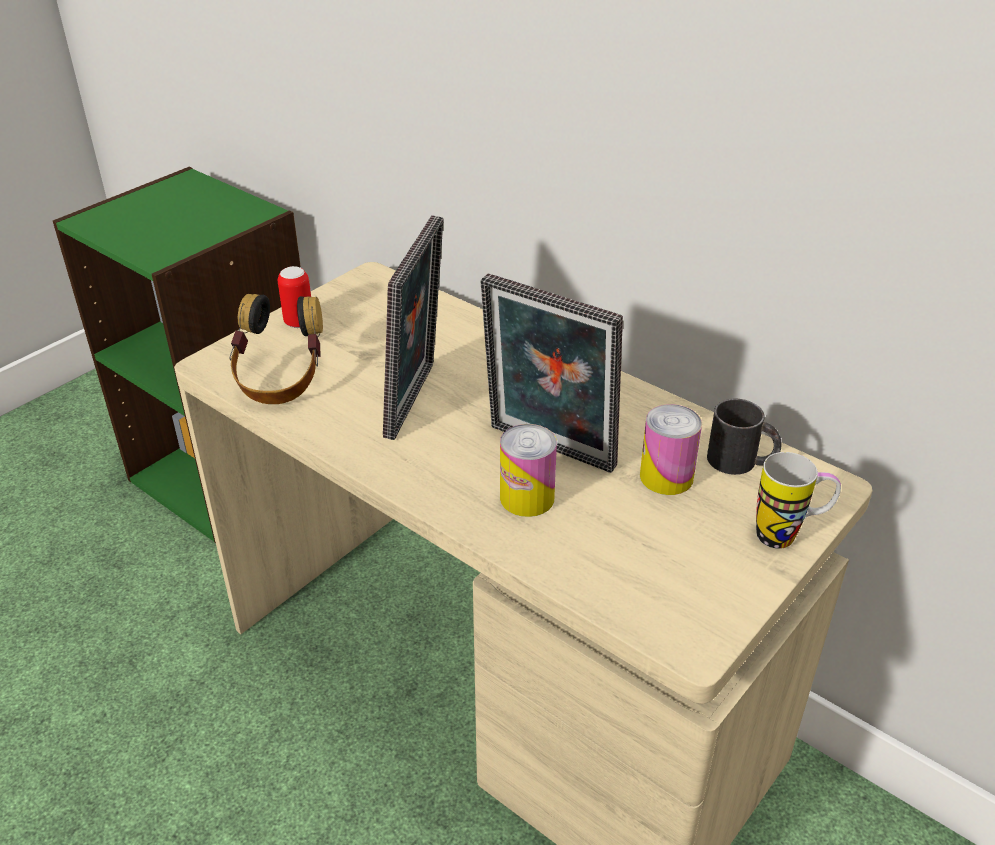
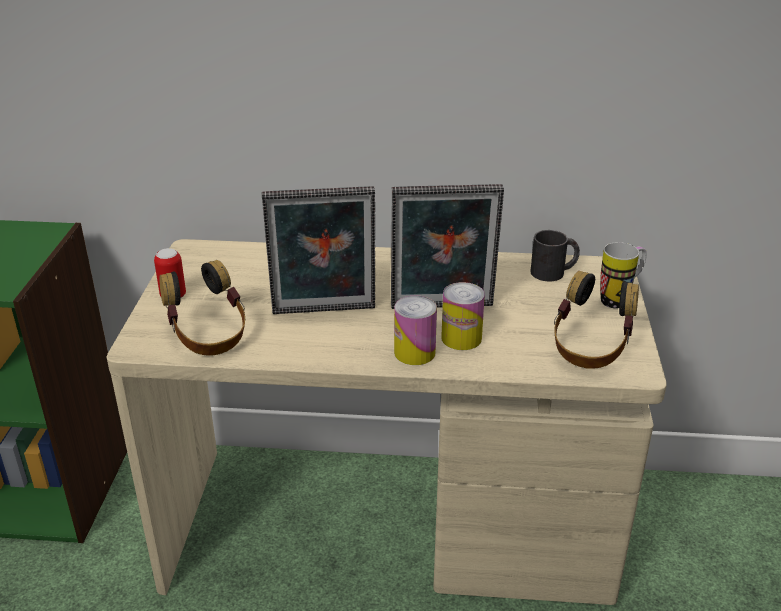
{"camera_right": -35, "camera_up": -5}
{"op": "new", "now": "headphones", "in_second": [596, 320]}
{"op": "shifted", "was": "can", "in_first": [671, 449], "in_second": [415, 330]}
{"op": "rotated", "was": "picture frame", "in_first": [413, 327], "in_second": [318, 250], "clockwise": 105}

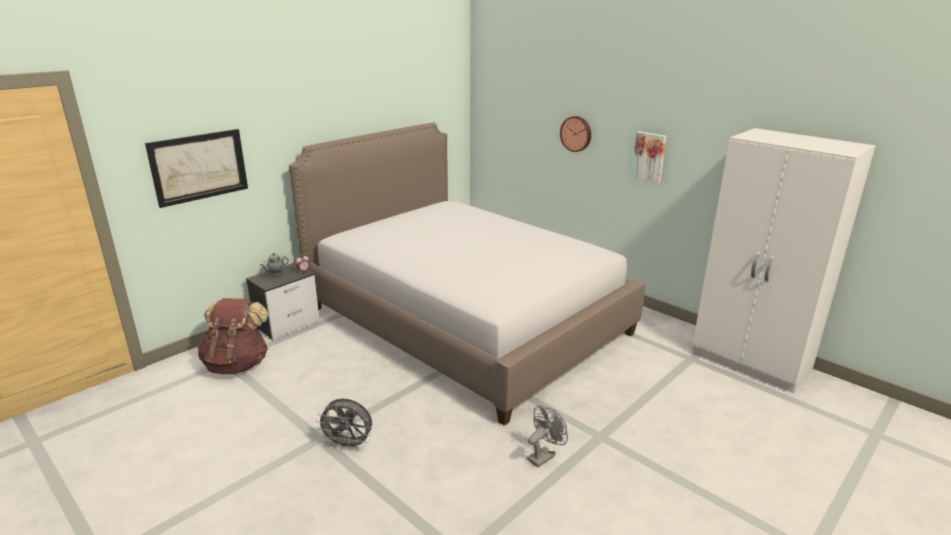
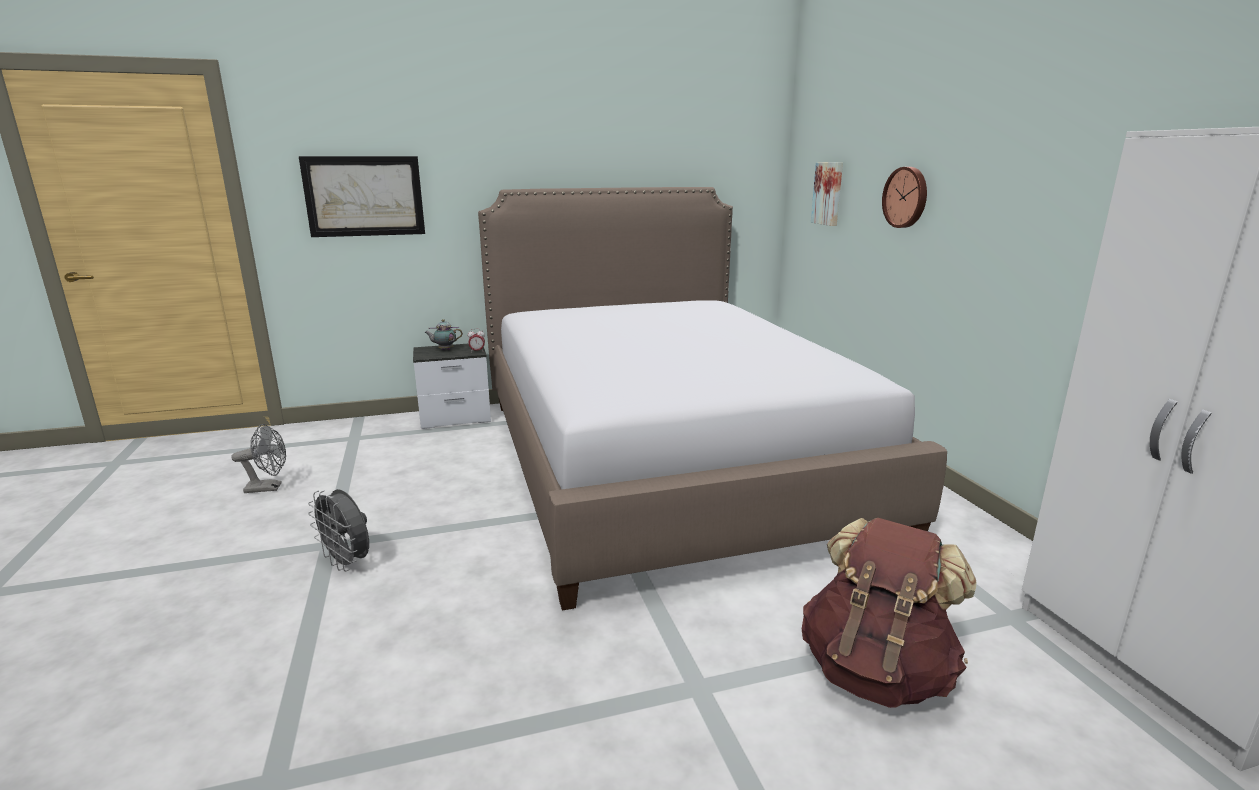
{"camera_right": 30, "camera_up": -5}
{"op": "shifted", "was": "brown backpack", "in_first": [233, 336], "in_second": [889, 613]}
{"op": "shifted", "was": "grey fan", "in_first": [547, 436], "in_second": [258, 458]}
{"op": "shifted", "was": "picture", "in_first": [649, 157], "in_second": [827, 194]}

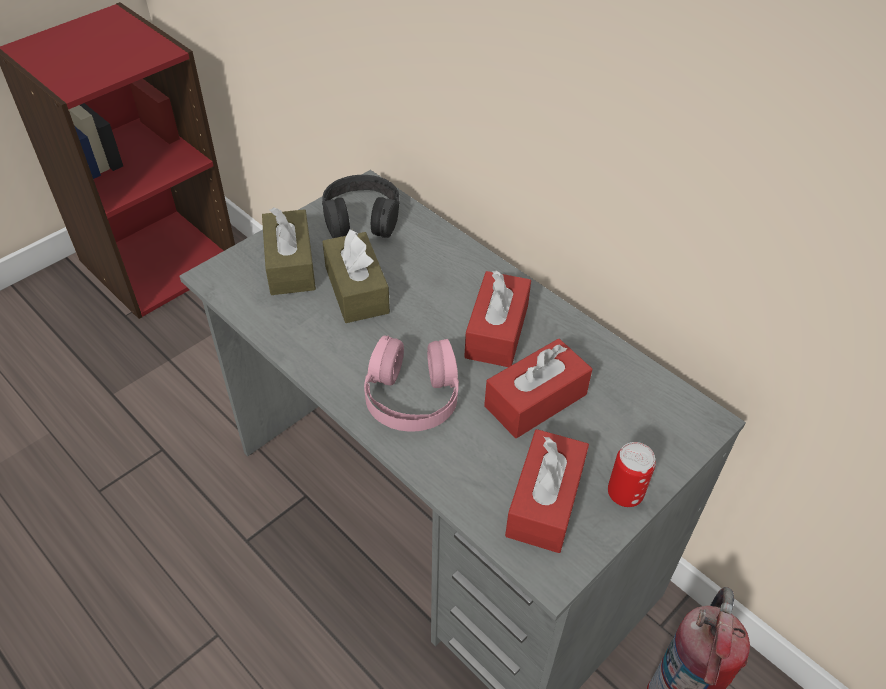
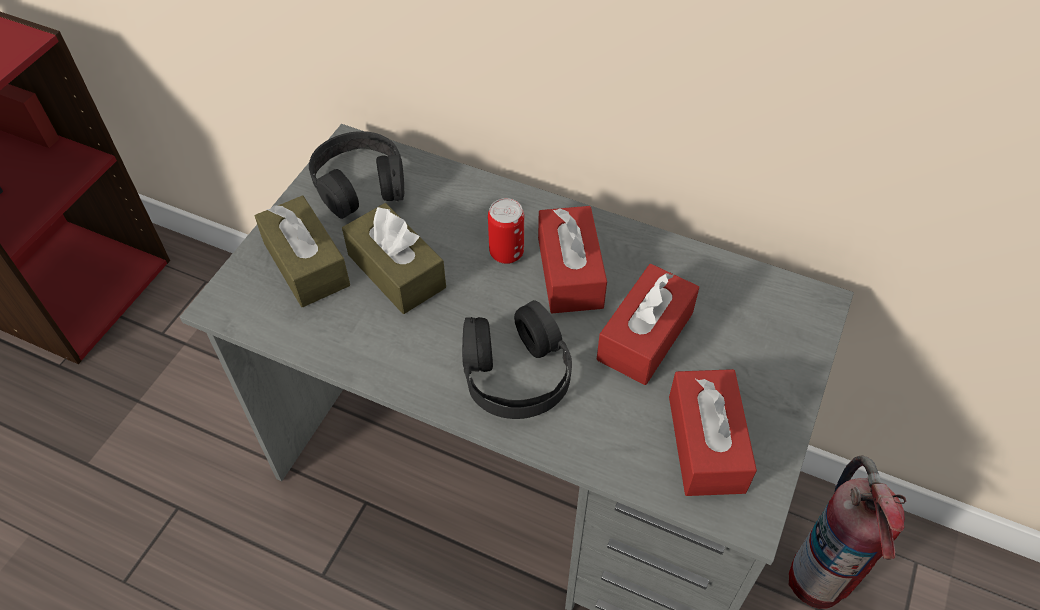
{"camera_right": -20, "camera_up": 5}
{"op": "shifted", "was": "can", "in_first": [632, 474], "in_second": [506, 231]}
{"op": "repainted", "was": "pink headphones", "now": "black headphones", "in_first": [411, 383], "in_second": [517, 359]}

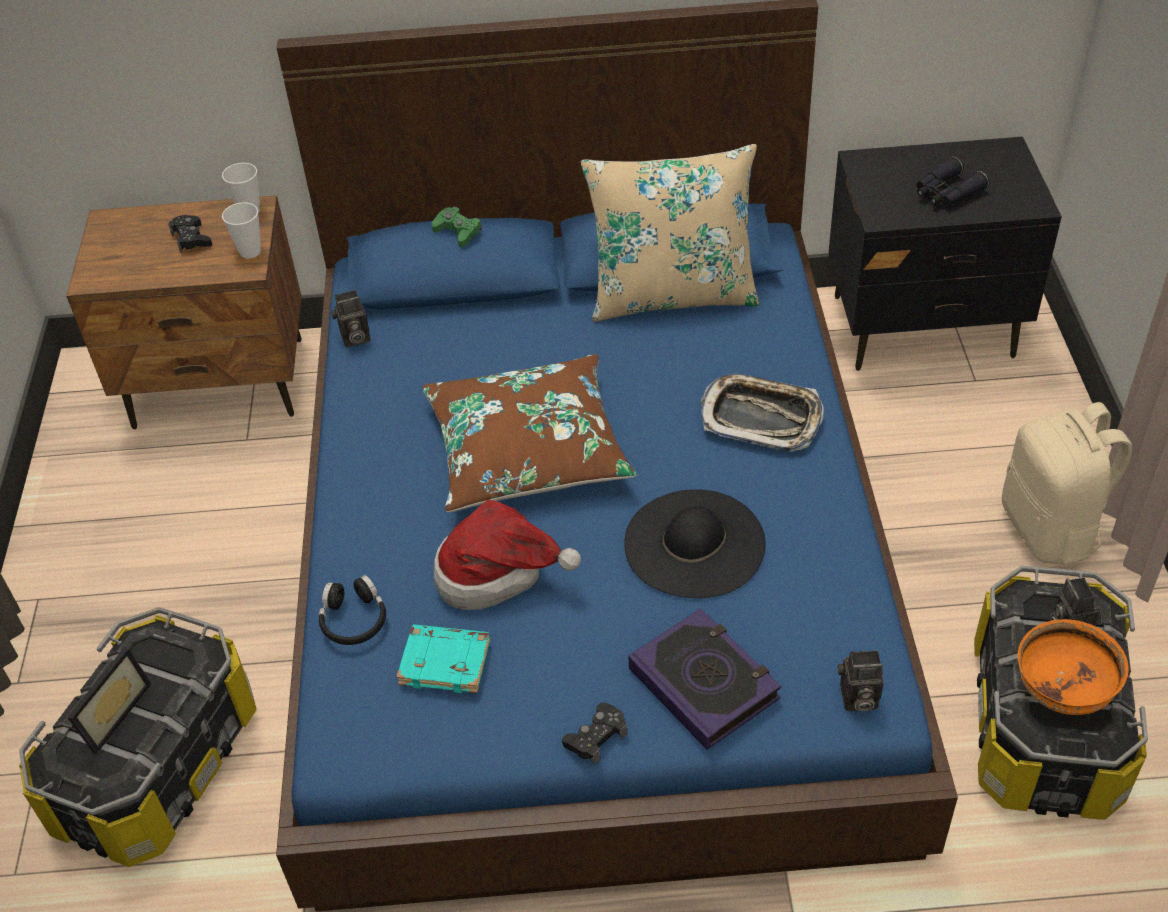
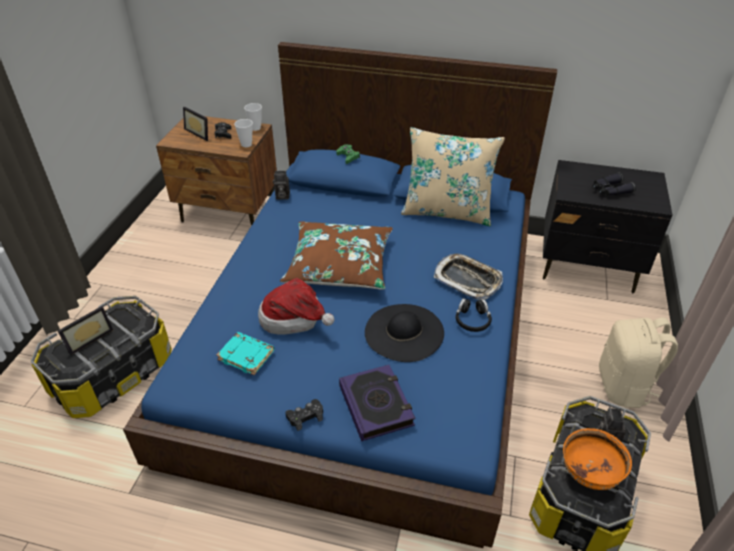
{"camera_right": 15, "camera_up": -5}
{"op": "gone", "was": "photo camera", "in_first": [860, 680]}
{"op": "new", "now": "picture frame", "in_second": [195, 124]}
{"op": "shifted", "was": "black headphones", "in_first": [352, 610], "in_second": [474, 315]}

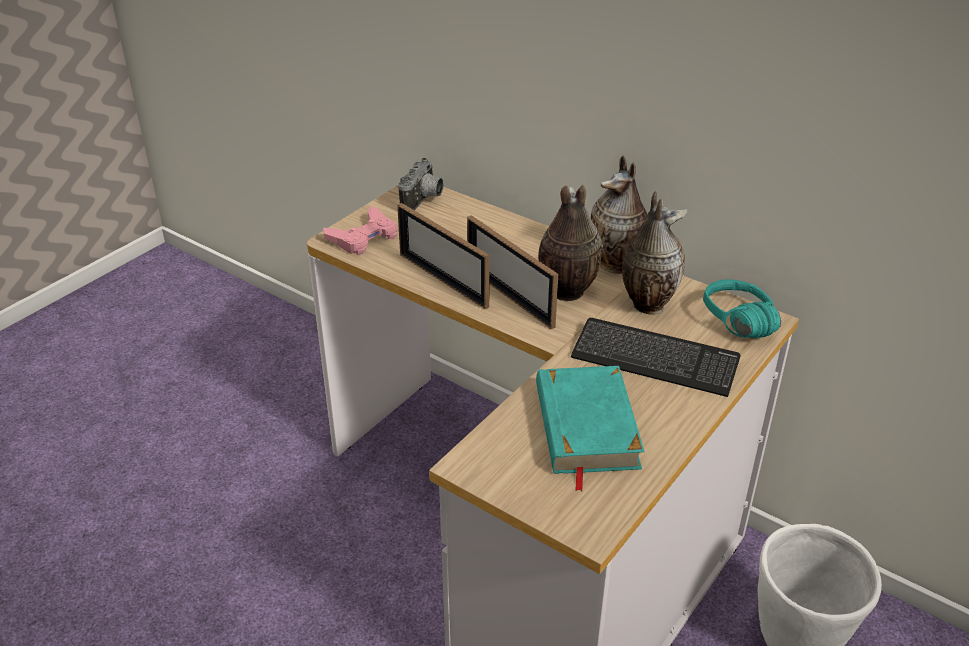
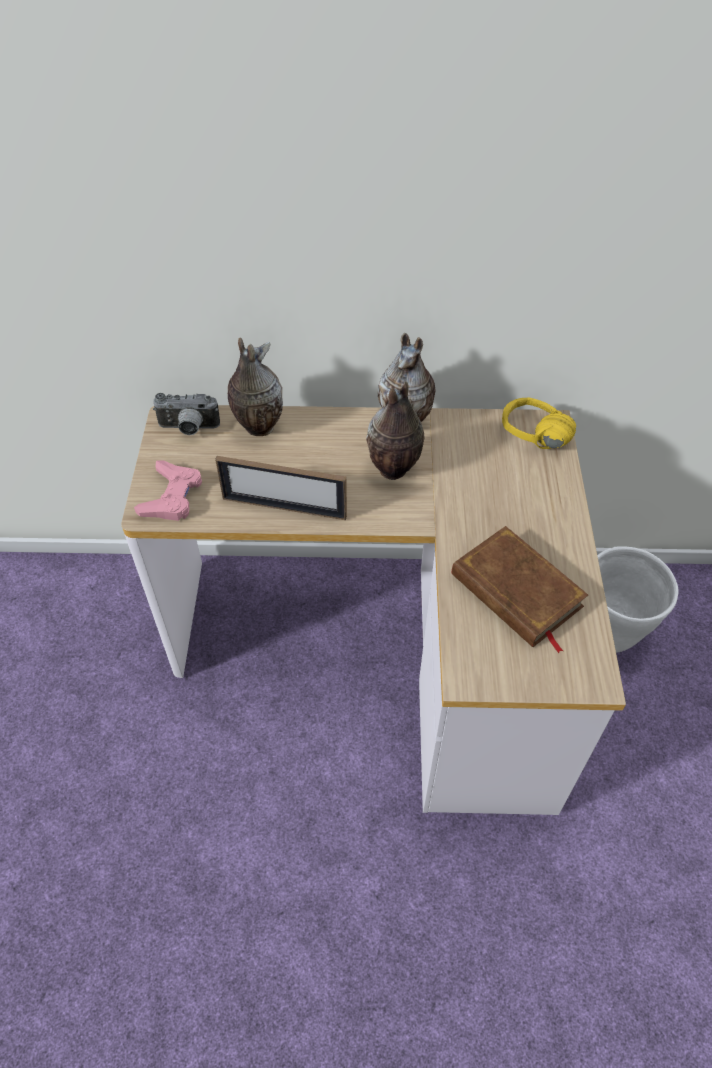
{"camera_right": -35, "camera_up": 15}
{"op": "gone", "was": "picture frame", "in_first": [512, 272]}
{"op": "gone", "was": "keyboard", "in_first": [655, 357]}
{"op": "shifted", "was": "vase", "in_first": [655, 253], "in_second": [255, 387]}
{"op": "repainted", "was": "turquoise book", "now": "brown book", "in_first": [590, 428], "in_second": [520, 589]}
{"op": "repainted", "was": "turquoise headphones", "now": "yellow headphones", "in_first": [742, 308], "in_second": [539, 423]}
{"op": "rotated", "was": "photo camera", "in_first": [421, 184], "in_second": [186, 414], "clockwise": 105}

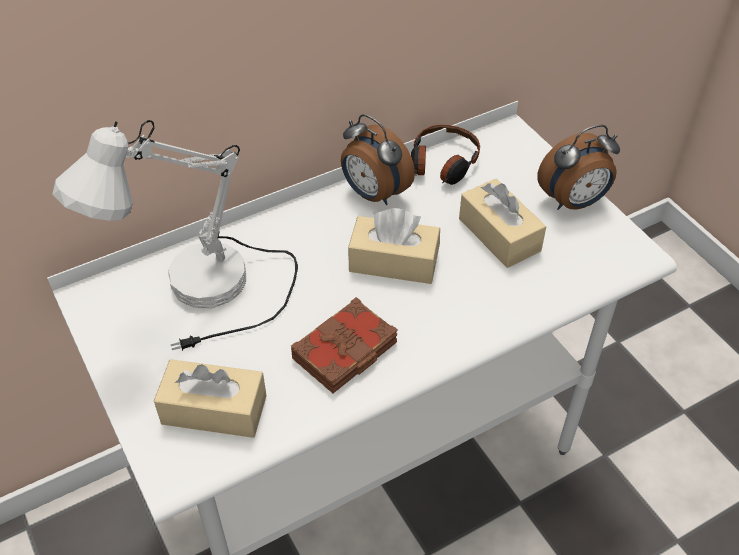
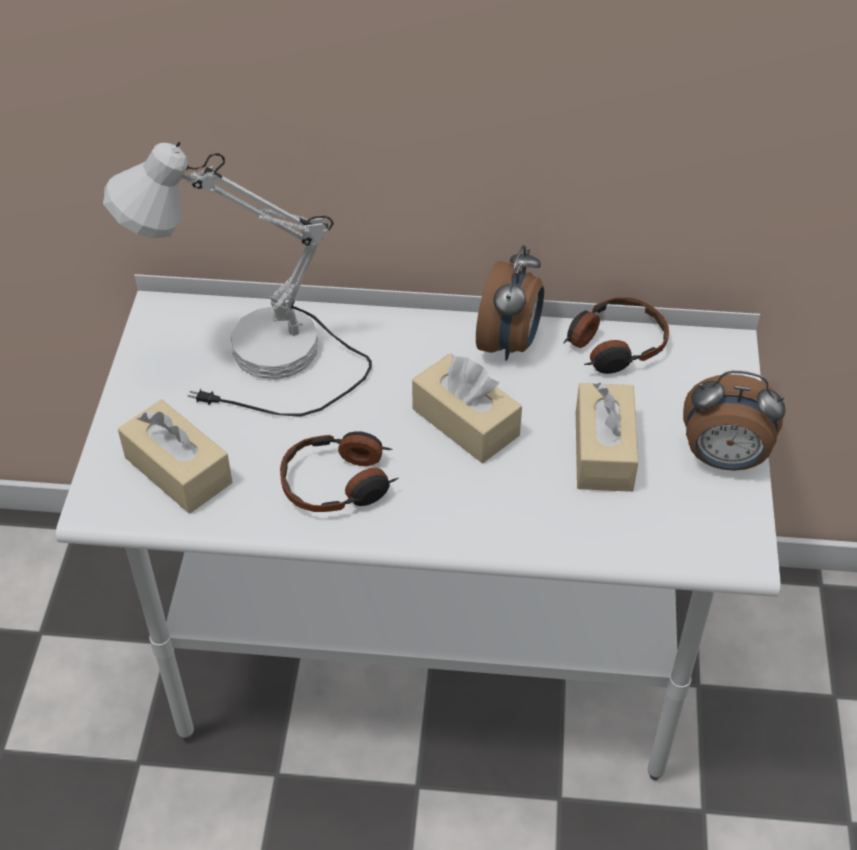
{"camera_right": 35, "camera_up": 0}
{"op": "swapped", "was": "brown book", "now": "headphones", "in_first": [344, 345], "in_second": [339, 471]}
{"op": "rotated", "was": "alarm clock", "in_first": [378, 159], "in_second": [510, 303], "clockwise": -150}

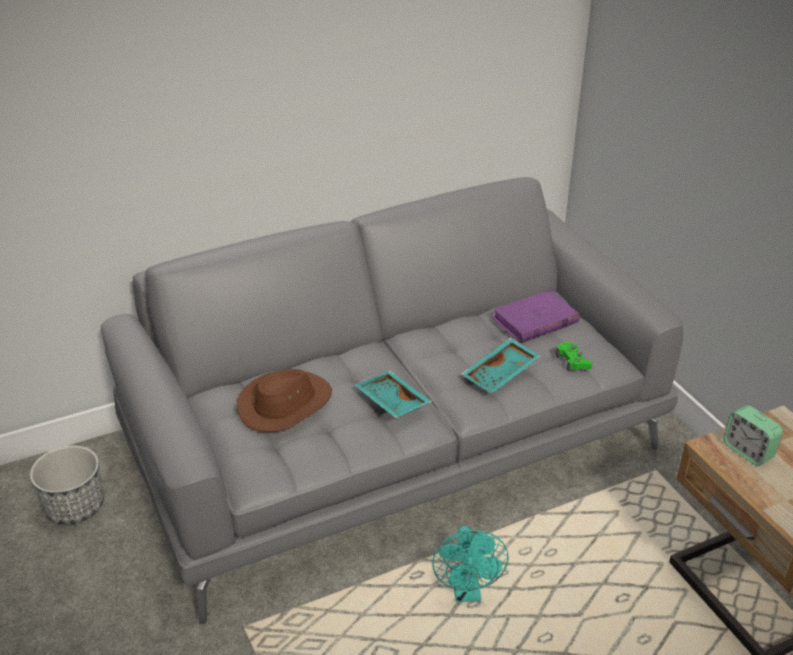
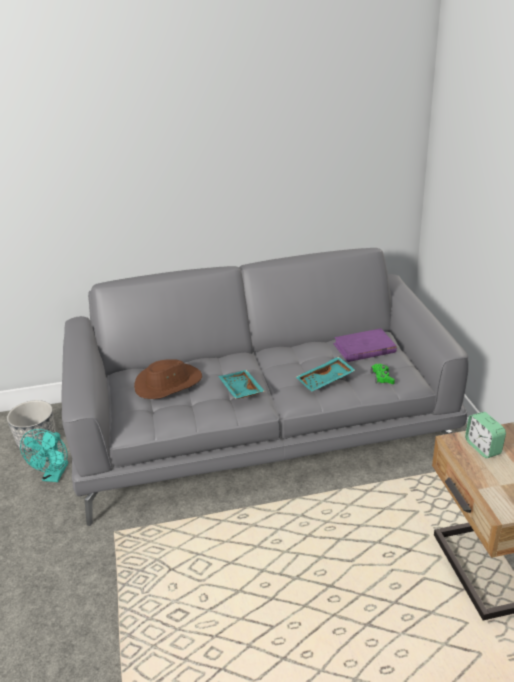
{"camera_right": 15, "camera_up": -5}
{"op": "shifted", "was": "turquoise fan", "in_first": [470, 564], "in_second": [44, 455]}

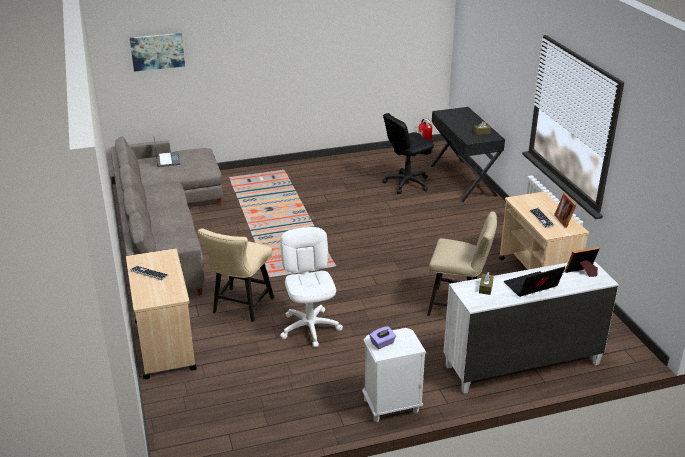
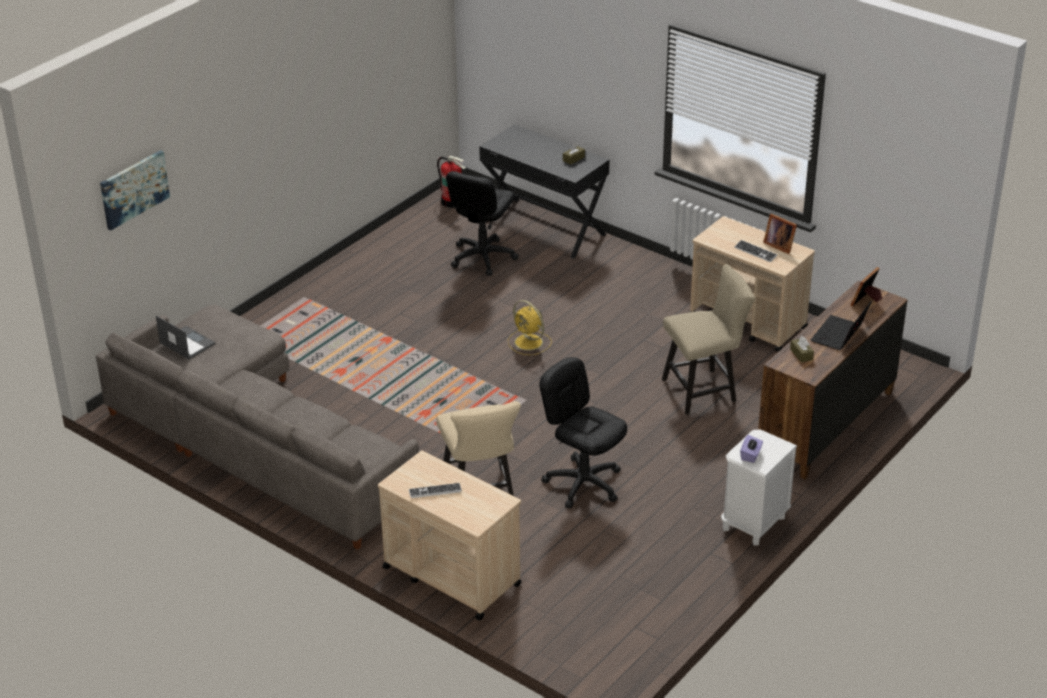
{"camera_right": -35, "camera_up": 5}
{"op": "new", "now": "yellow fan", "in_second": [530, 327]}
{"op": "repainted", "was": "white office chair", "now": "black office chair", "in_first": [311, 287], "in_second": [583, 432]}
{"op": "repainted", "was": "white dresser", "now": "brown dresser", "in_first": [531, 327], "in_second": [833, 380]}

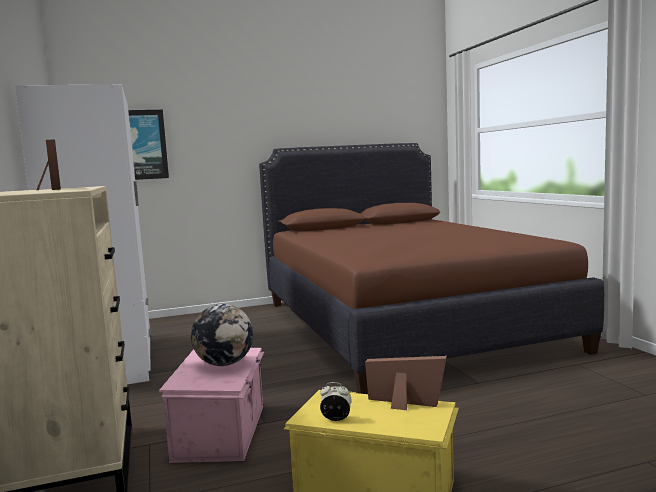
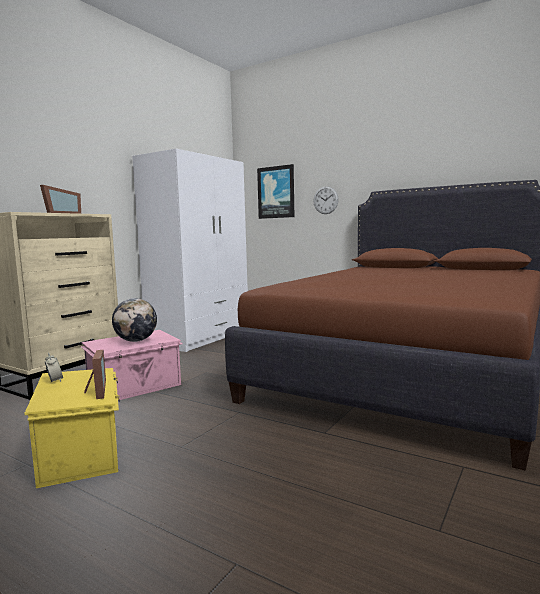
{"camera_right": 50, "camera_up": 0}
{"op": "new", "now": "wall clock", "in_second": [326, 200]}

